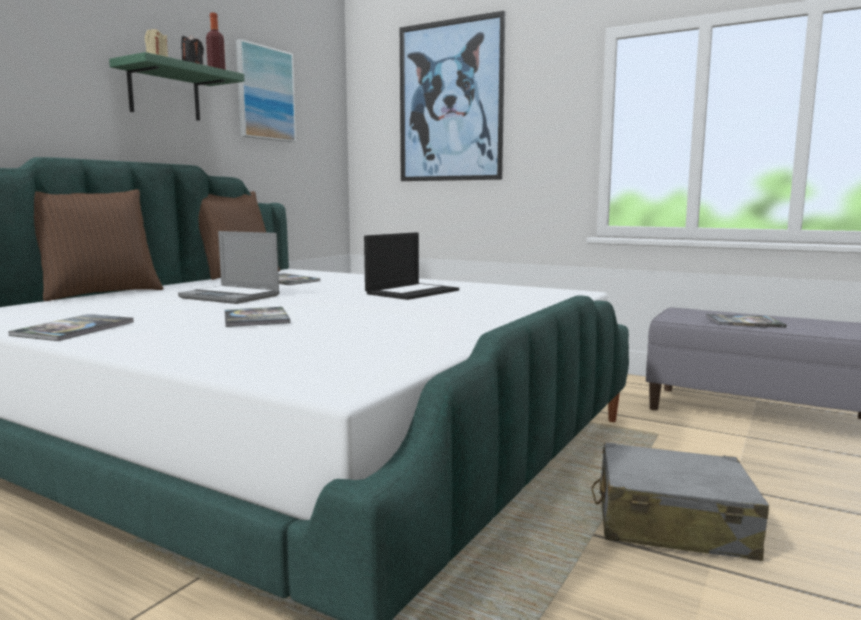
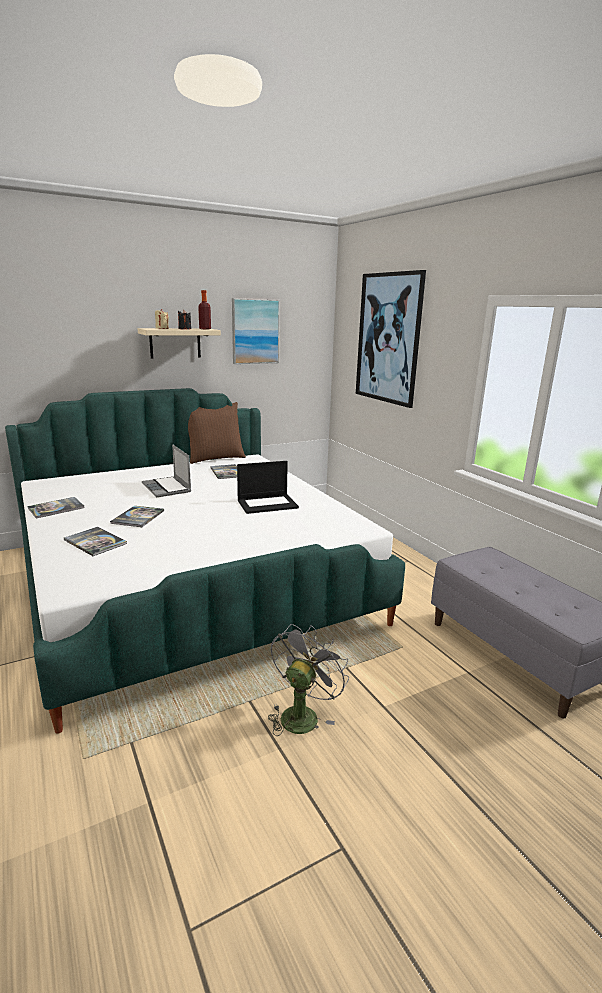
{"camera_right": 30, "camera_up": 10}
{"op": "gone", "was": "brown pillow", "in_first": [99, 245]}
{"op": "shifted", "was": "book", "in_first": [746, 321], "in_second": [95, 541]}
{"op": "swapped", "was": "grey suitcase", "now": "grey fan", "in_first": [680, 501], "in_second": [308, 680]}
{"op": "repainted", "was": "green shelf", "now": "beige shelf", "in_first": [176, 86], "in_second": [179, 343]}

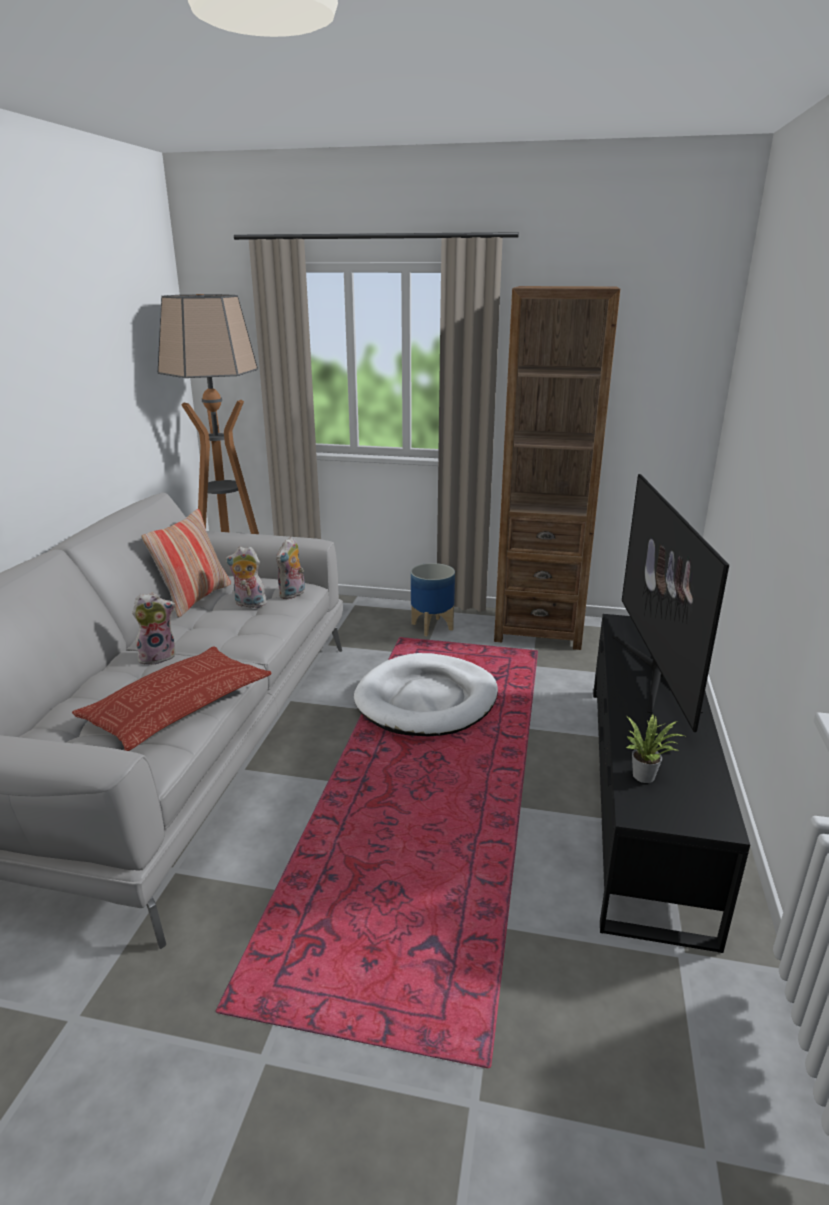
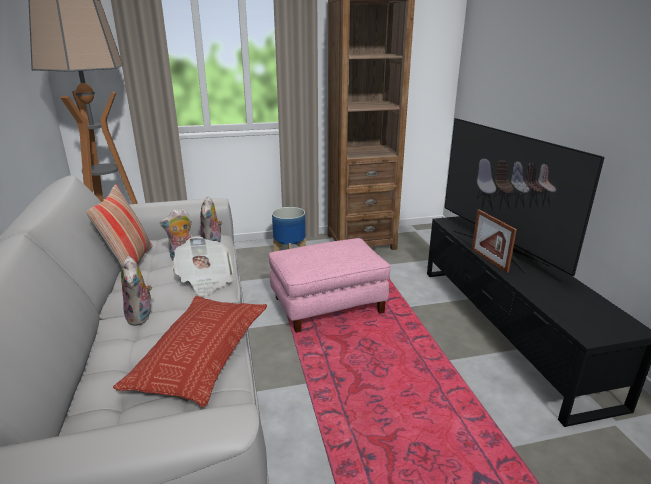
{"camera_right": -25, "camera_up": 0}
{"op": "gone", "was": "potted plant", "in_first": [655, 748]}
{"op": "new", "now": "newspaper", "in_second": [203, 266]}
{"op": "new", "now": "picture frame", "in_second": [494, 241]}
{"op": "swapped", "was": "white dog bed", "now": "pink ottoman", "in_first": [426, 694], "in_second": [330, 285]}
{"op": "rotated", "was": "plush toy", "in_first": [154, 629], "in_second": [136, 291], "clockwise": 120}

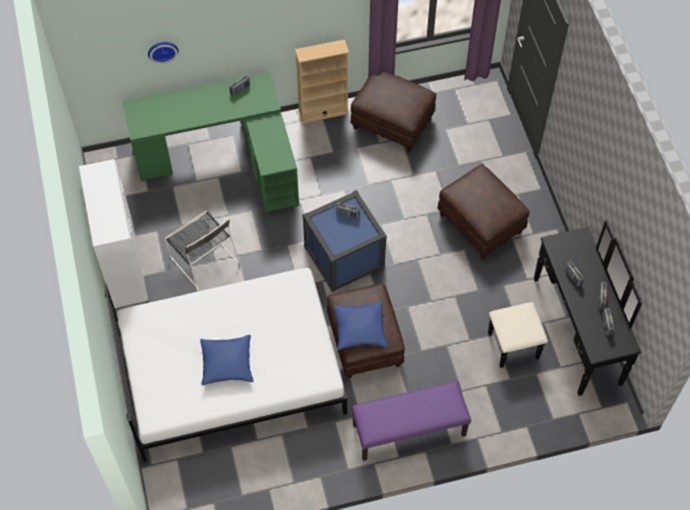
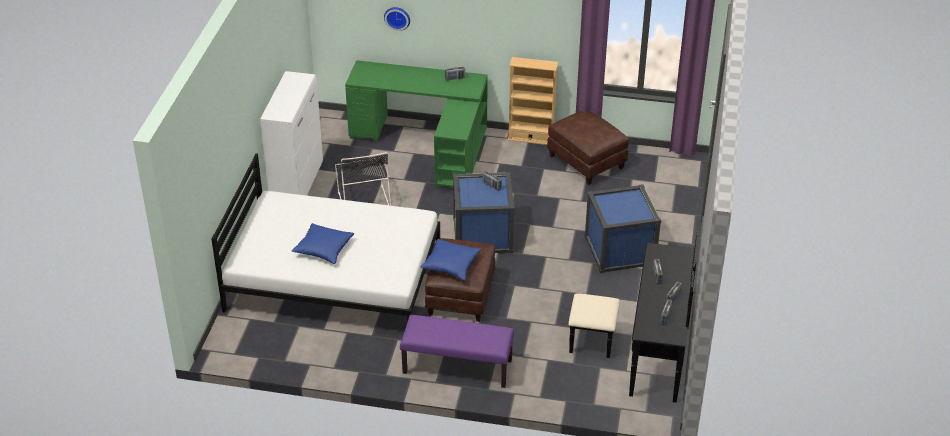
{"camera_right": 25, "camera_up": -20}
{"op": "swapped", "was": "brown ottoman", "now": "blue storage box", "in_first": [483, 211], "in_second": [622, 228]}

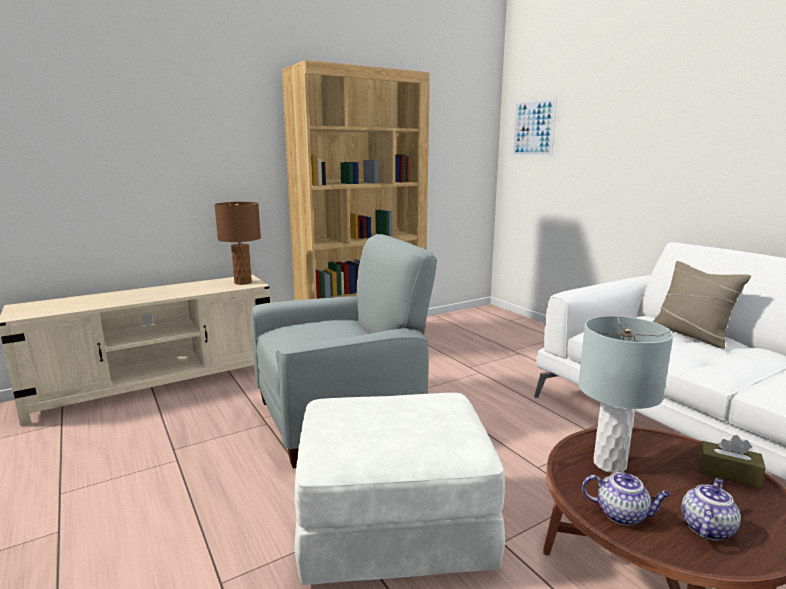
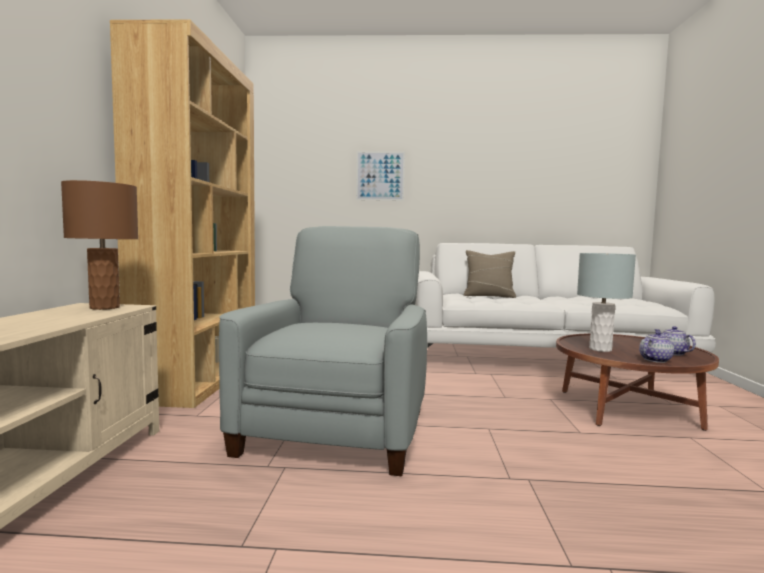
{"camera_right": -55, "camera_up": -10}
{"op": "gone", "was": "white ottoman", "in_first": [399, 489]}
{"op": "gone", "was": "brown tissue box", "in_first": [732, 461]}
{"op": "shifted", "was": "picture", "in_first": [534, 126], "in_second": [380, 176]}

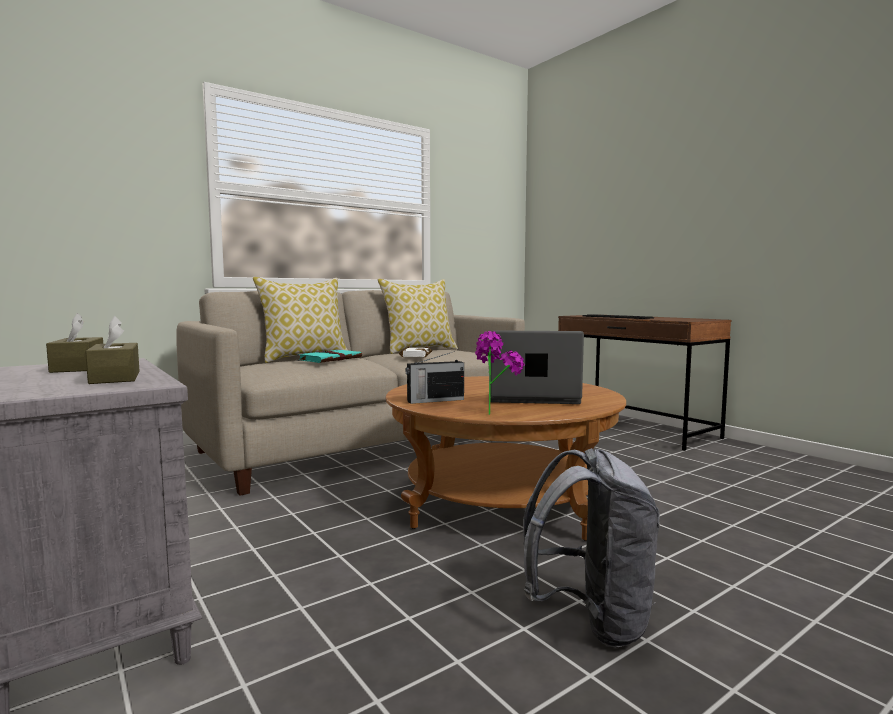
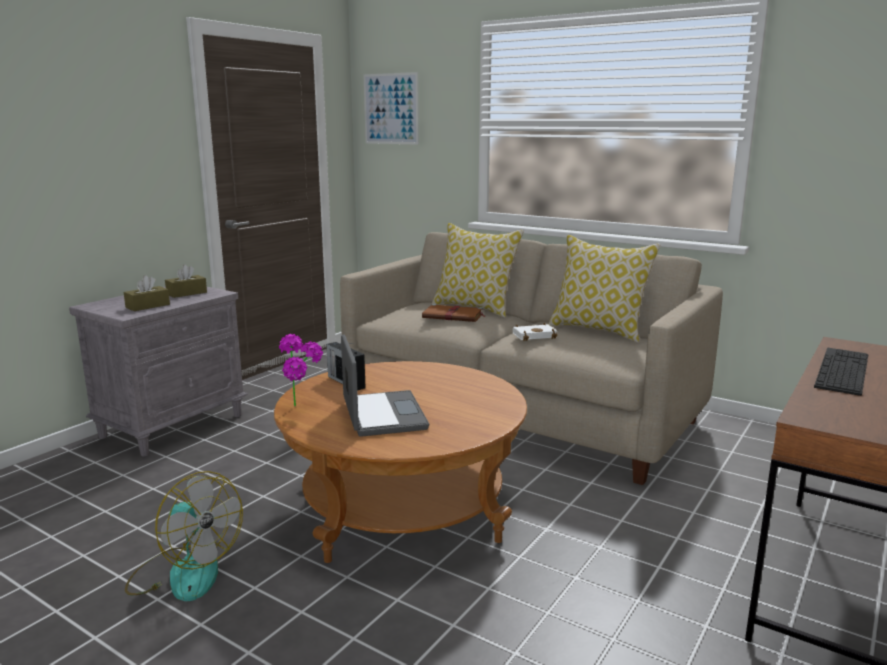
{"camera_right": 70, "camera_up": 10}
{"op": "new", "now": "picture", "in_second": [391, 108]}
{"op": "swapped", "was": "grey backpack", "now": "fan", "in_first": [591, 547], "in_second": [184, 536]}
{"op": "repainted", "was": "turquoise book", "now": "brown book", "in_first": [329, 356], "in_second": [453, 313]}

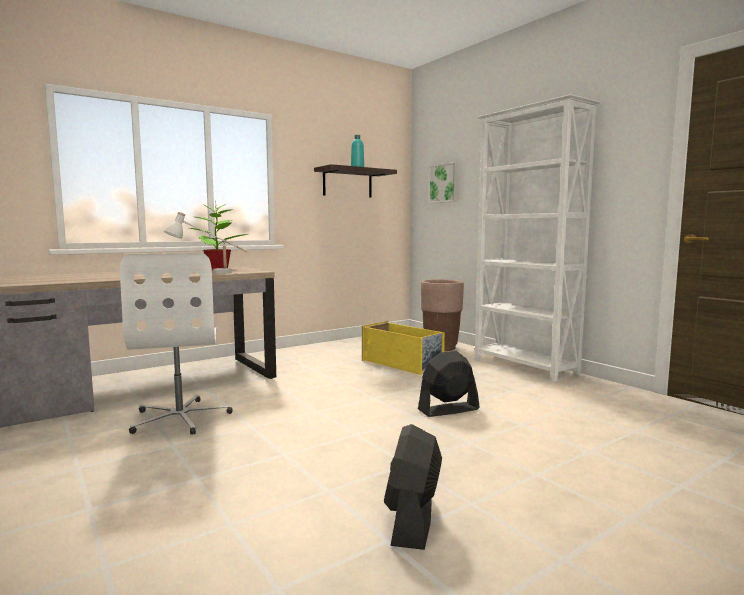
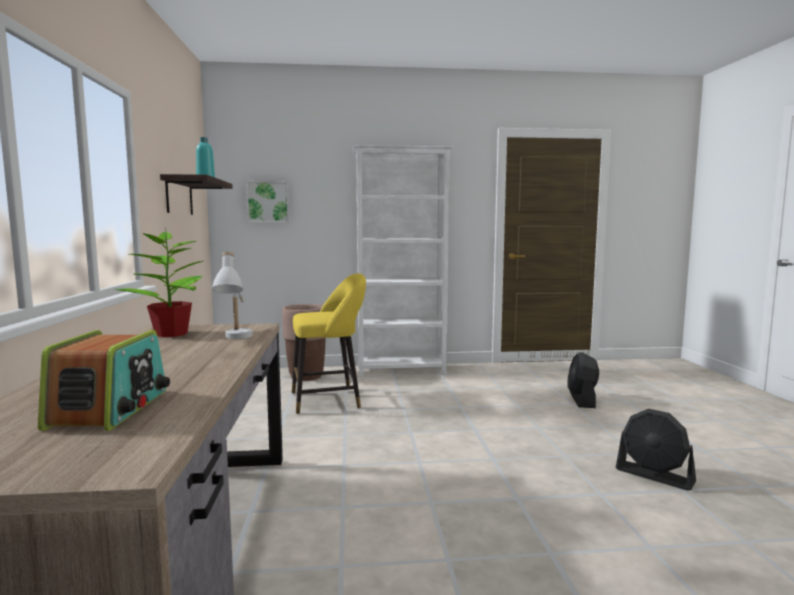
{"camera_right": -60, "camera_up": 0}
{"op": "gone", "was": "white office chair", "in_first": [176, 344]}
{"op": "new", "now": "radio", "in_second": [104, 380]}
{"op": "shifted", "was": "black fan", "in_first": [449, 384], "in_second": [583, 380]}
{"op": "swapped", "was": "yellow storage box", "now": "yellow stool", "in_first": [403, 348], "in_second": [329, 343]}

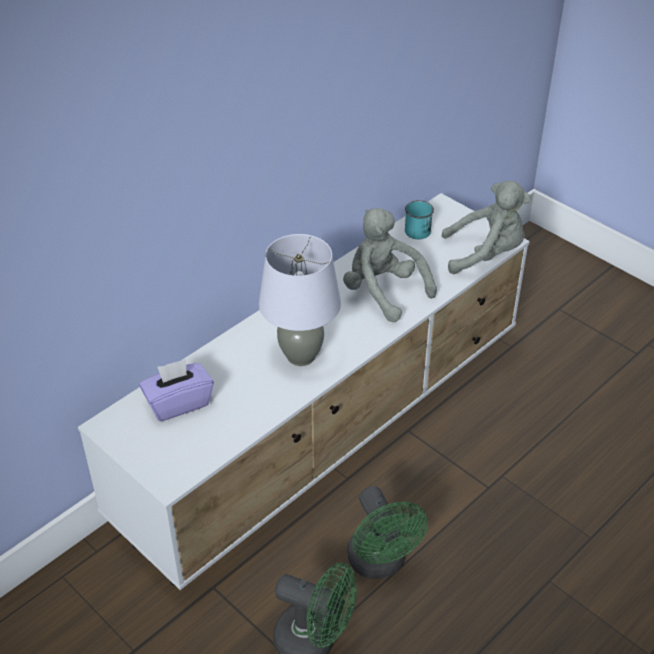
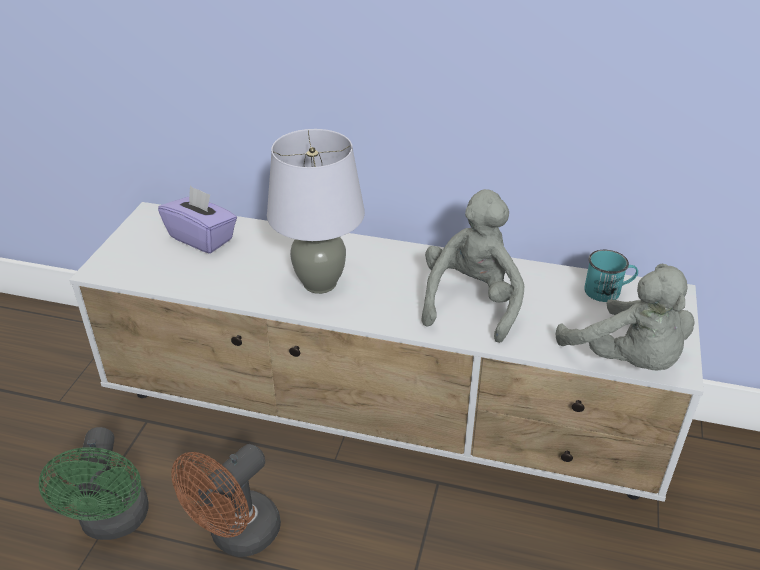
{"camera_right": 60, "camera_up": -5}
{"op": "repainted", "was": "green fan", "now": "brown fan", "in_first": [387, 532], "in_second": [226, 500]}

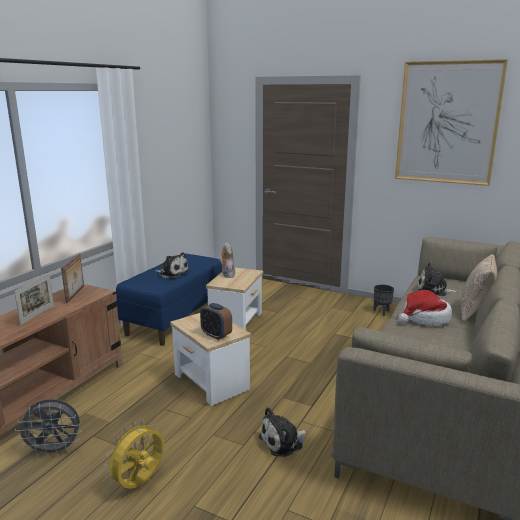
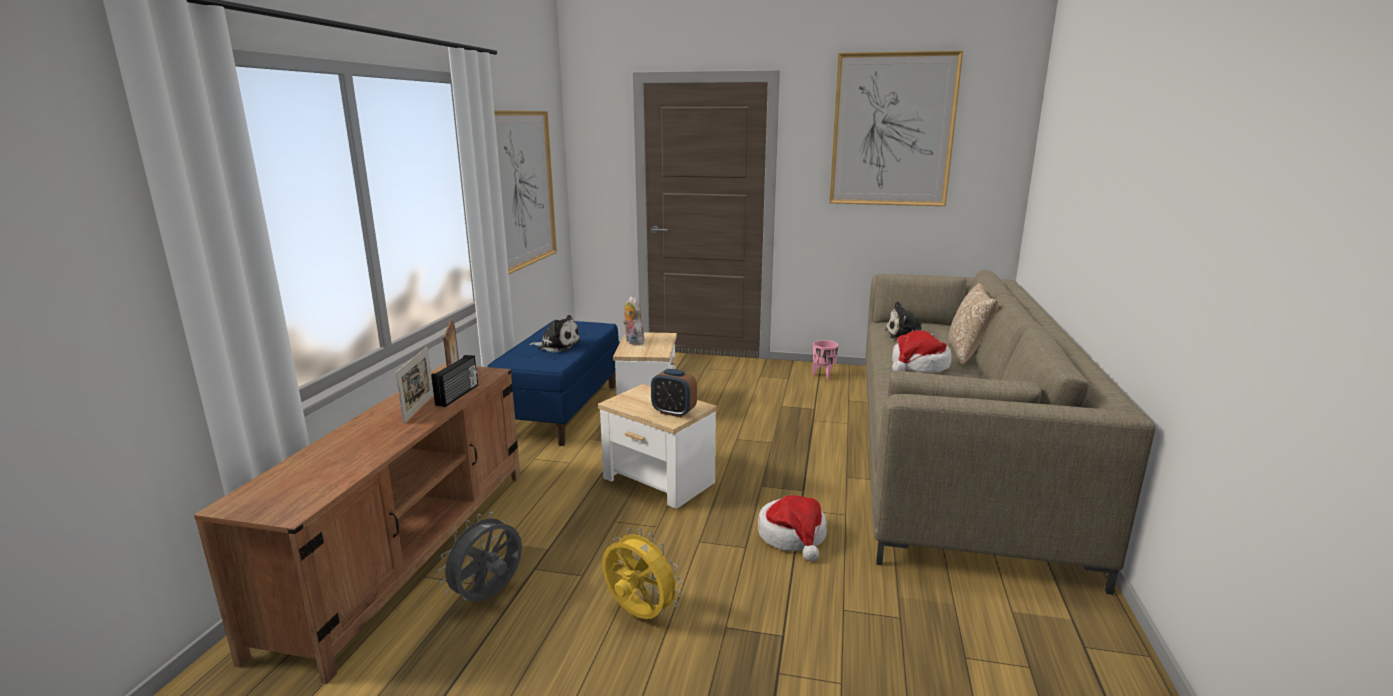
{"camera_right": -15, "camera_up": 0}
{"op": "new", "now": "radio", "in_second": [454, 381]}
{"op": "new", "now": "picture", "in_second": [525, 192]}
{"op": "swapped", "was": "plush toy", "now": "hat", "in_first": [283, 432], "in_second": [792, 528]}
{"op": "repainted", "was": "black planter", "now": "pink planter", "in_first": [384, 300], "in_second": [825, 360]}
{"op": "rotated", "was": "grey fan", "in_first": [48, 428], "in_second": [480, 557], "clockwise": 150}
{"op": "rotated", "was": "yellow fan", "in_first": [134, 454], "in_second": [642, 573], "clockwise": 105}

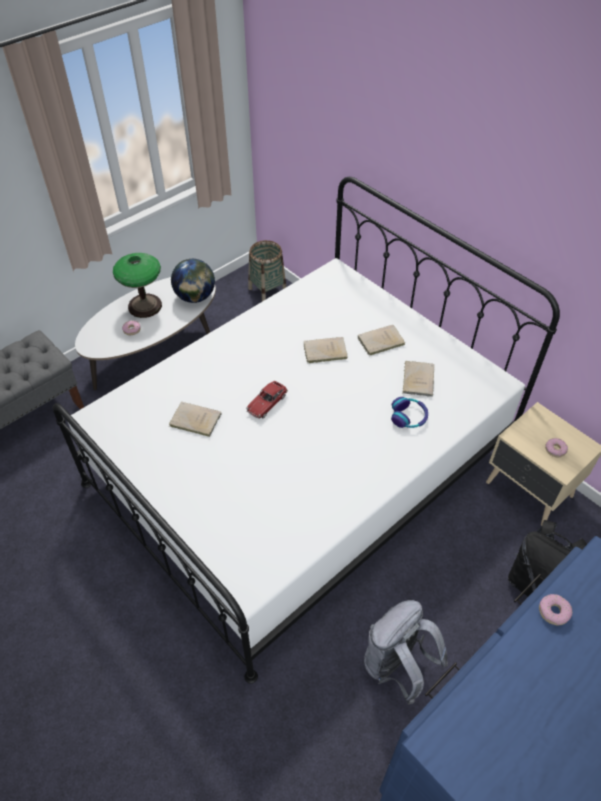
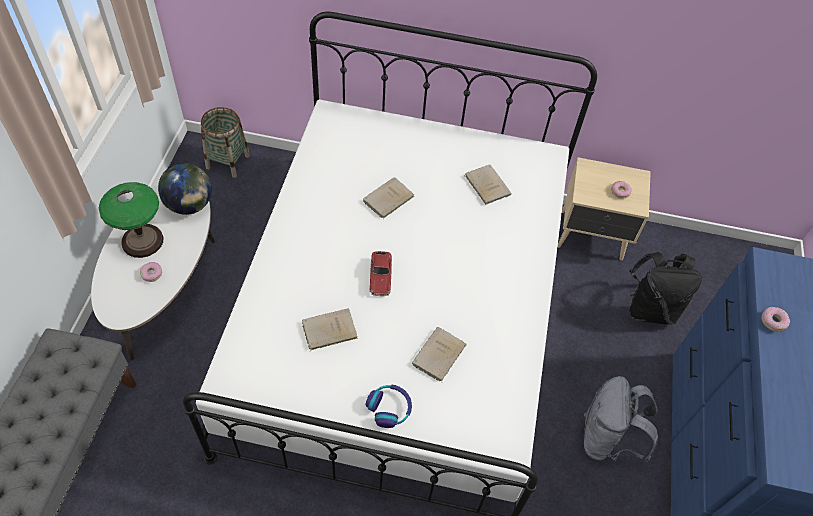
{"camera_right": -40, "camera_up": 5}
{"op": "shifted", "was": "beige book", "in_first": [381, 340], "in_second": [439, 354]}
{"op": "shifted", "was": "headphones", "in_first": [409, 412], "in_second": [389, 406]}

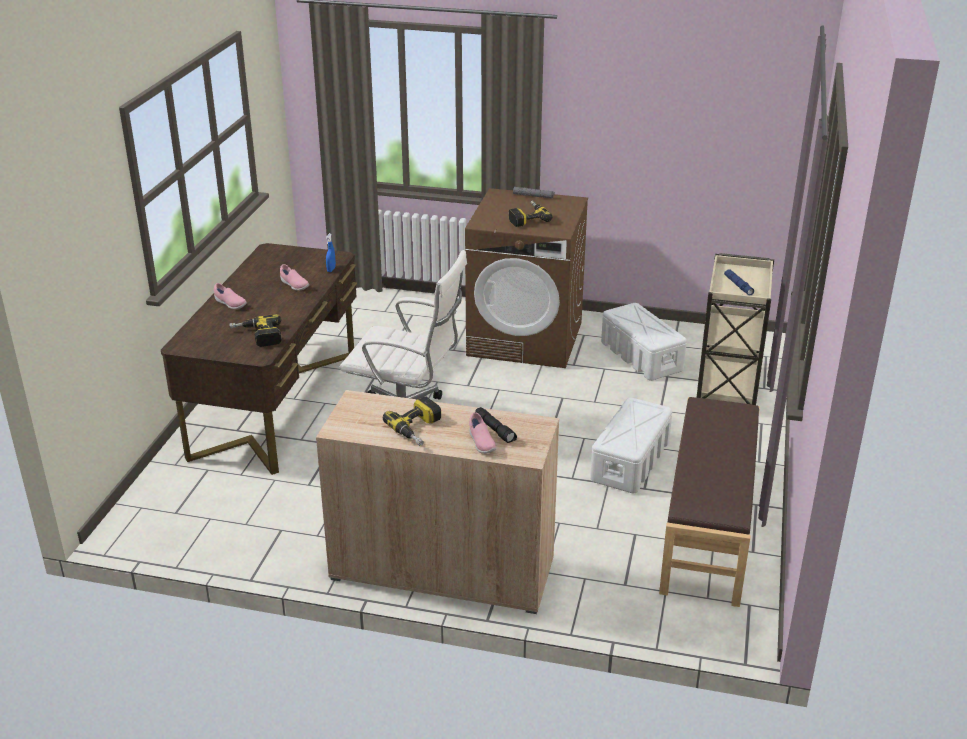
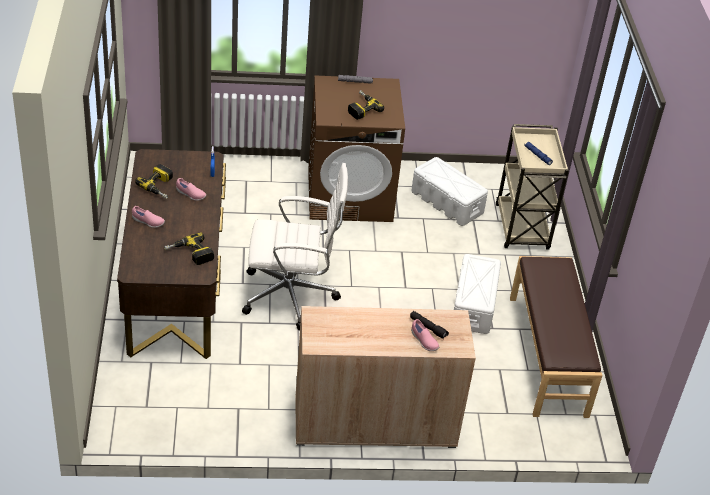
{"camera_right": -20, "camera_up": 10}
{"op": "shifted", "was": "power drill", "in_first": [412, 421], "in_second": [154, 181]}

